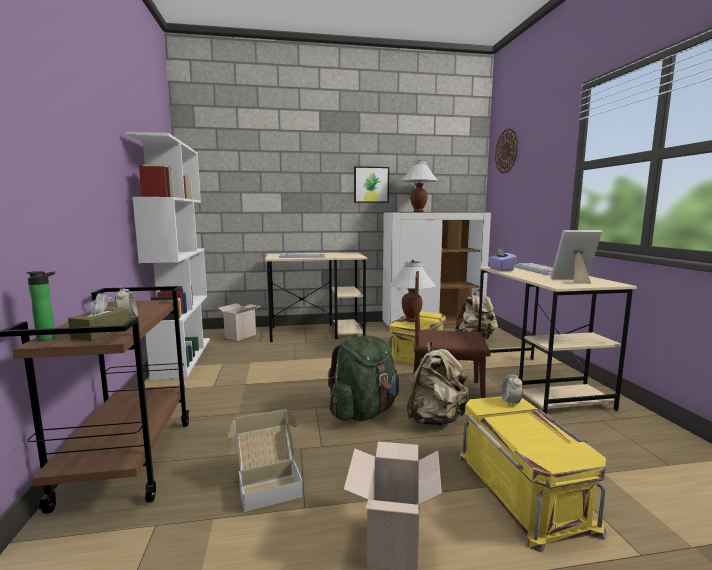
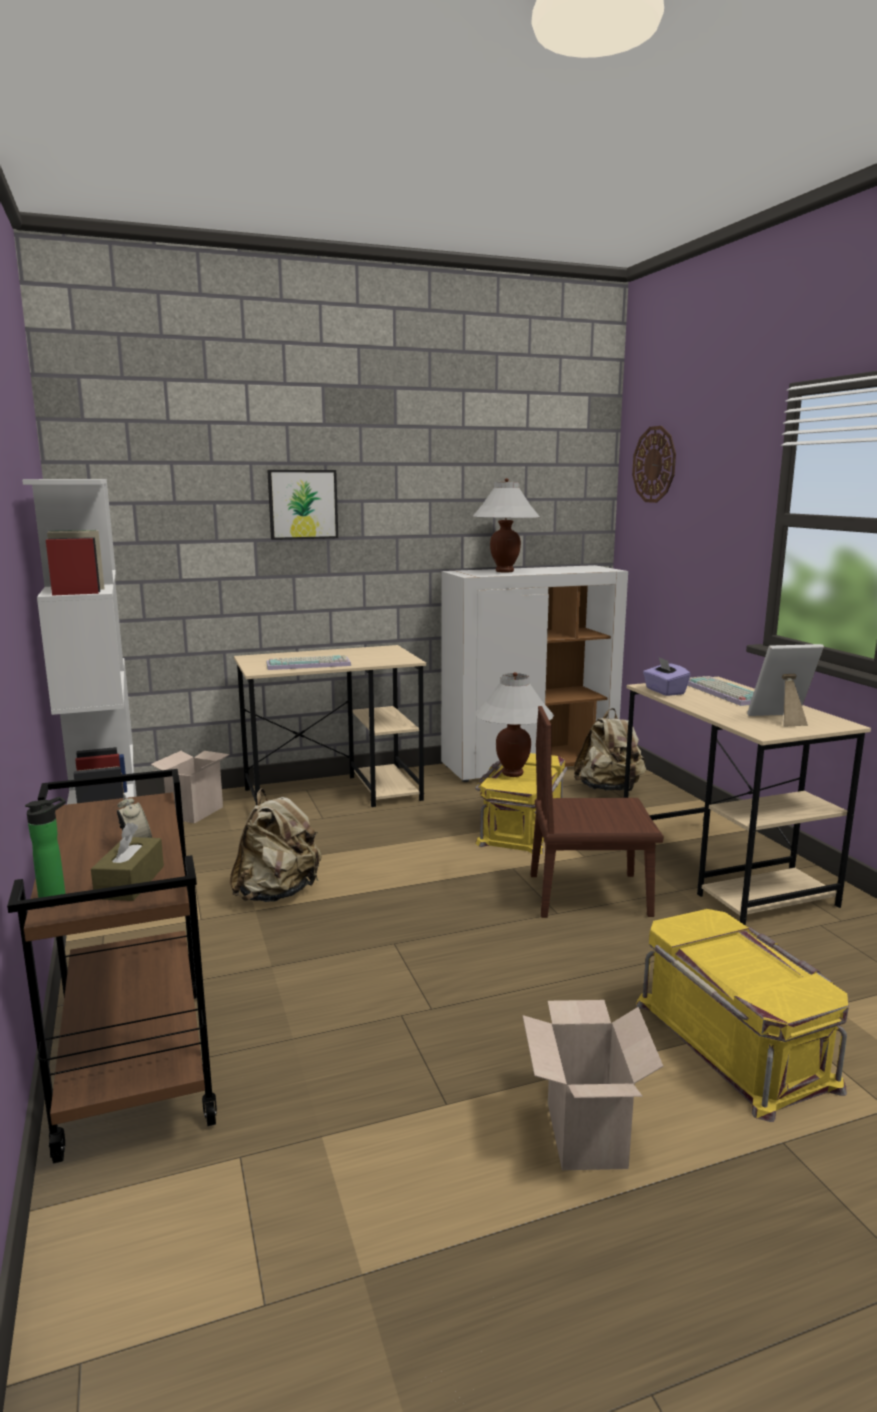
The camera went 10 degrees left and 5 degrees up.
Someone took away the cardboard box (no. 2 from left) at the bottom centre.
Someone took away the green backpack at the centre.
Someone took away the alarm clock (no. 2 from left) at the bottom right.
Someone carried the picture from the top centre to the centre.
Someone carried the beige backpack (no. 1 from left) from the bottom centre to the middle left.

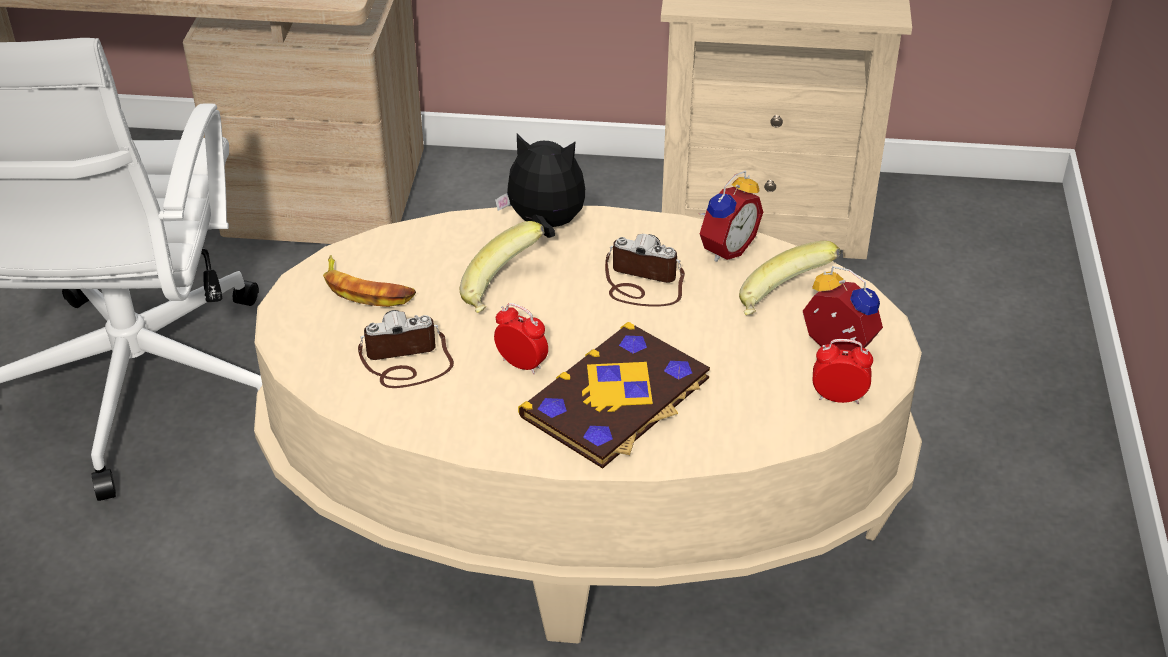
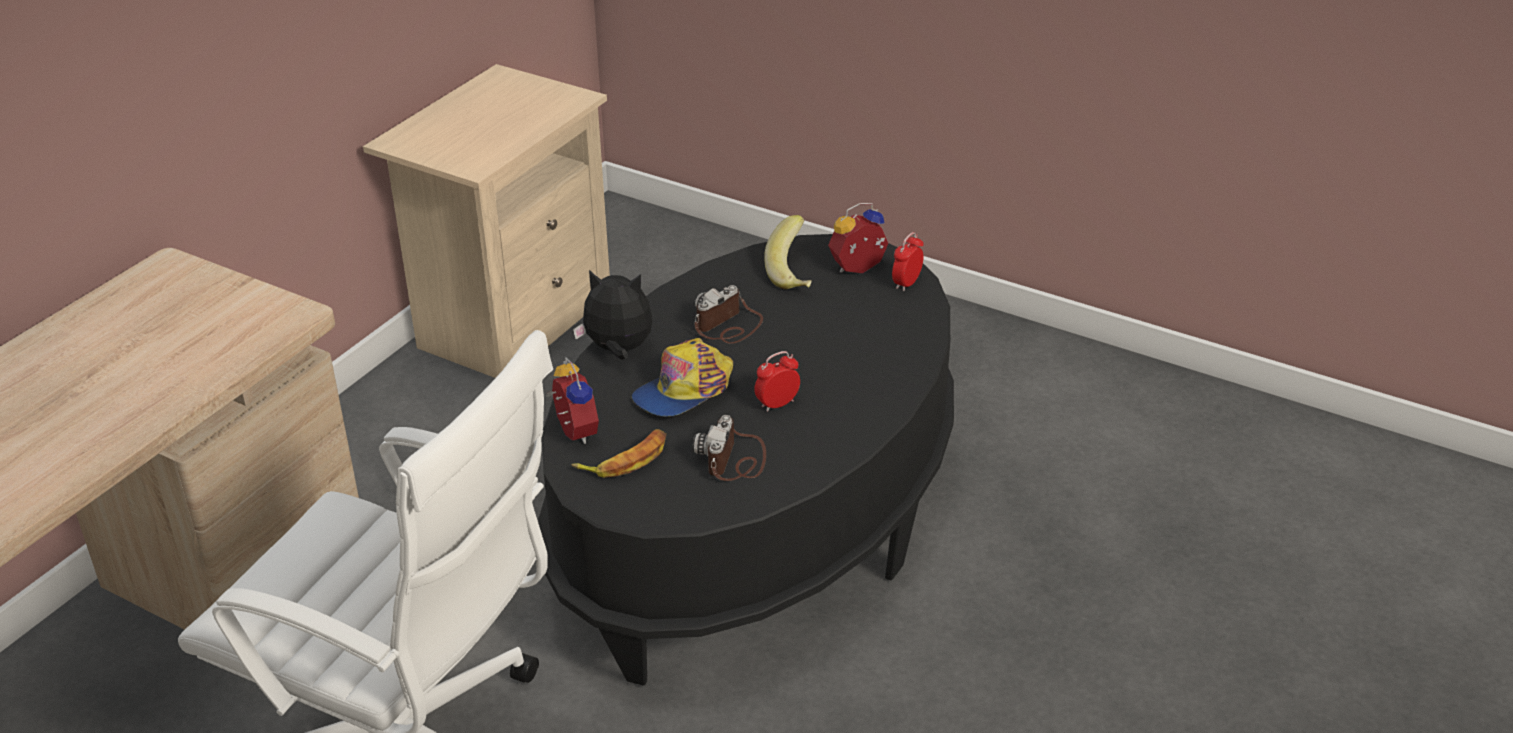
The camera went 65 degrees left and 5 degrees down.
Someone took away the book at the centre.
Someone carried the alarm clock (no. 2 from left in the first image) from the top centre to the centre.
Someone swapped the banana (no. 2 from left) at the centre for the cap at the centre.
Someone repainted the beige coffee table at the centre, which became the black coffee table at the centre.
Someone rotated the plush toy at the top centre by 60 degrees clockwise.

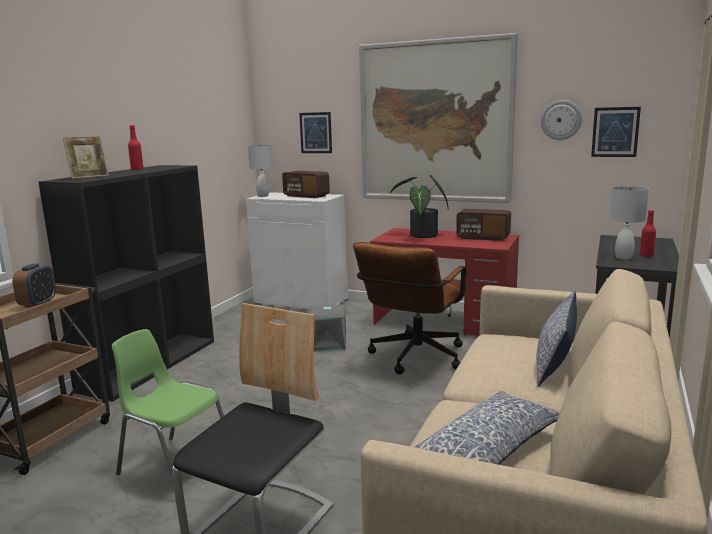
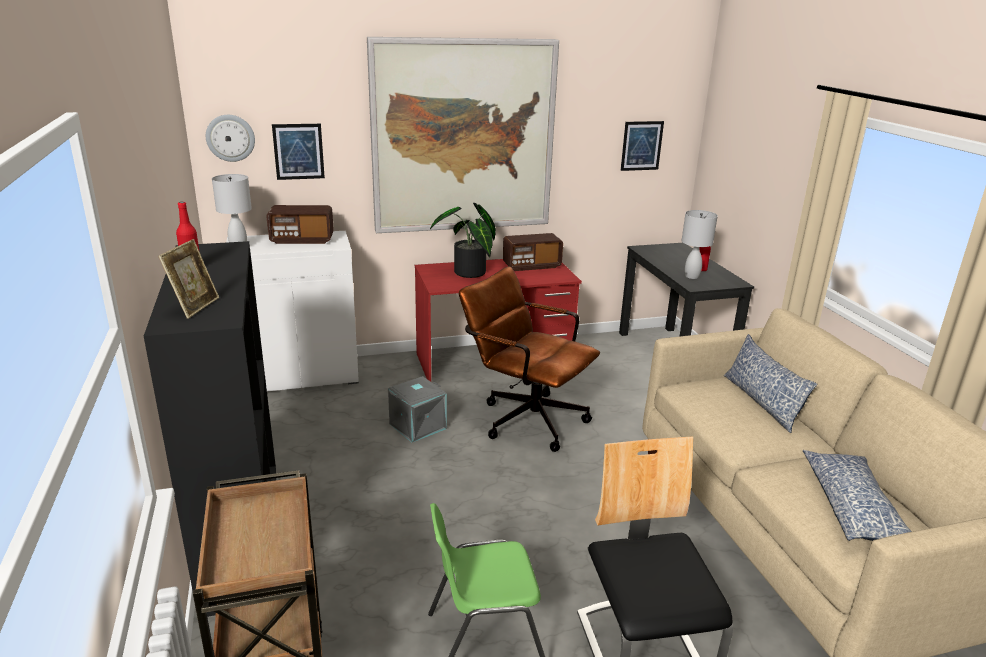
The camera went 40 degrees left and 10 degrees up.
Someone took away the alarm clock at the middle left.
Someone carried the wall clock from the top right to the top left.
Someone rotated the brown office chair at the centre by 135 degrees clockwise.

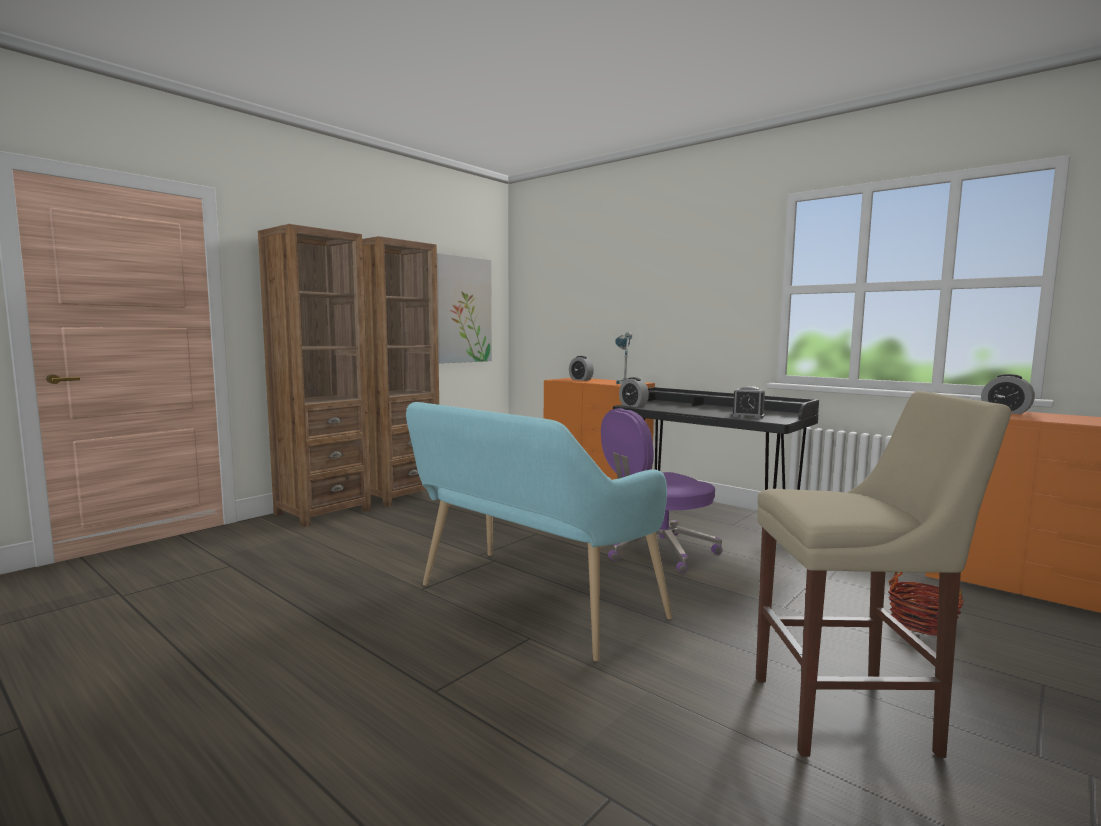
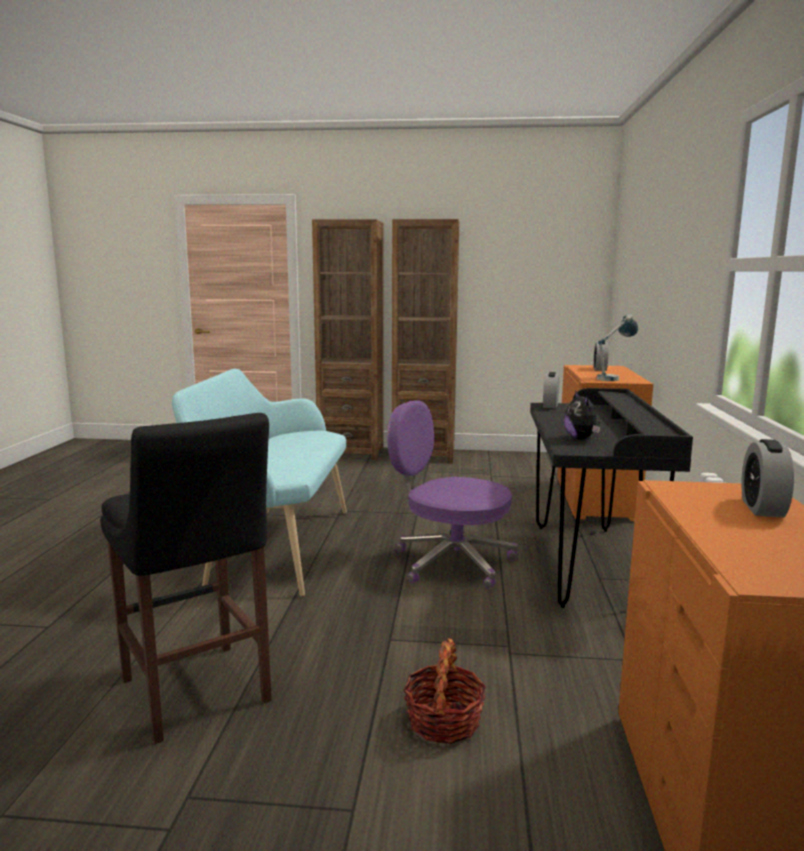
The camera went 55 degrees right and 5 degrees up.
Someone took away the picture at the centre.
Someone swapped the alarm clock (no. 3 from left) at the middle right for the plush toy at the middle right.
Someone repainted the beige stool at the bottom right, which became the black stool at the bottom left.

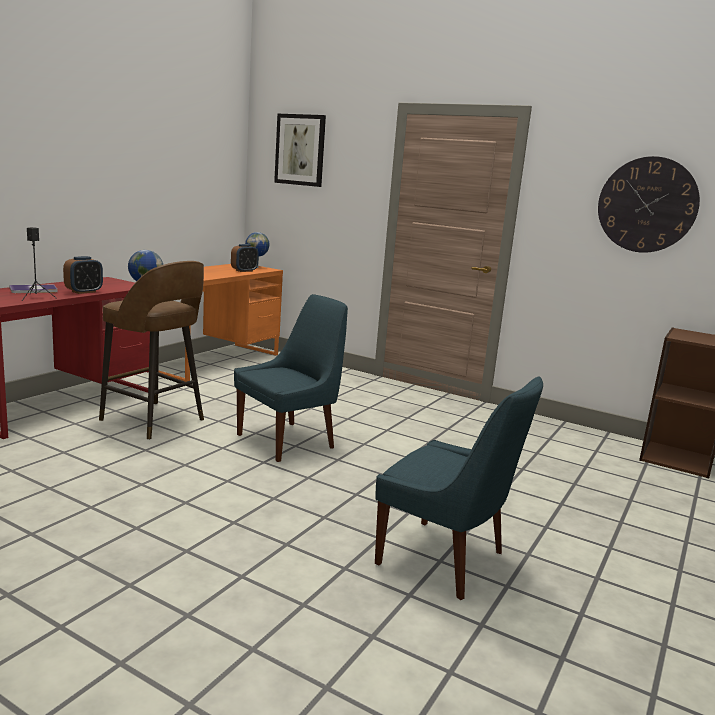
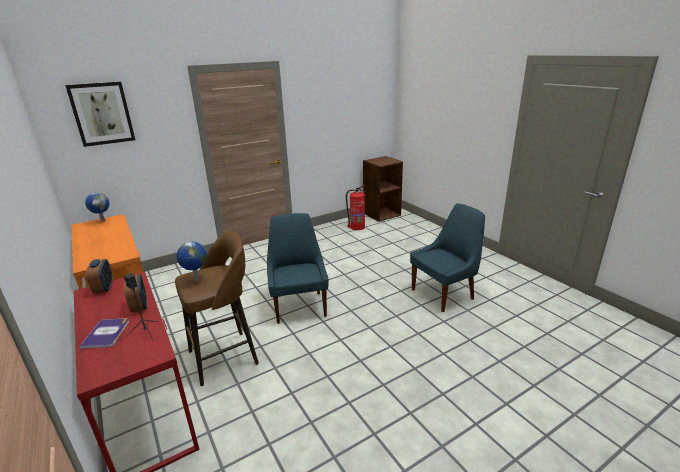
The camera went 60 degrees left and 10 degrees up.
Someone took away the wall clock at the top right.
Someone put down the fire extinguisher at the centre.
Someone carried the alarm clock (no. 2 from left in the first image) from the centre to the middle left.

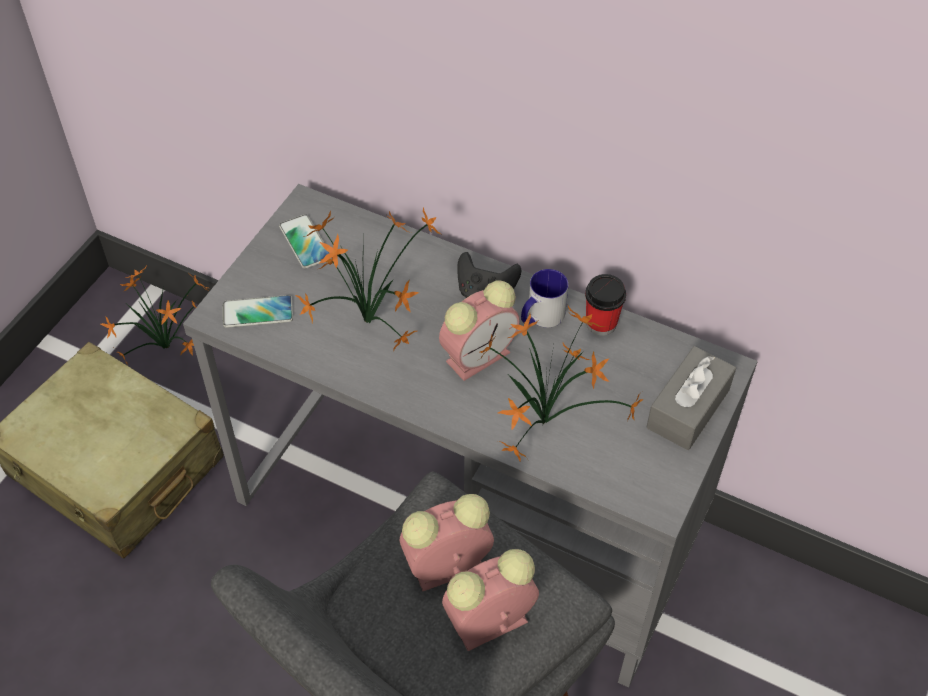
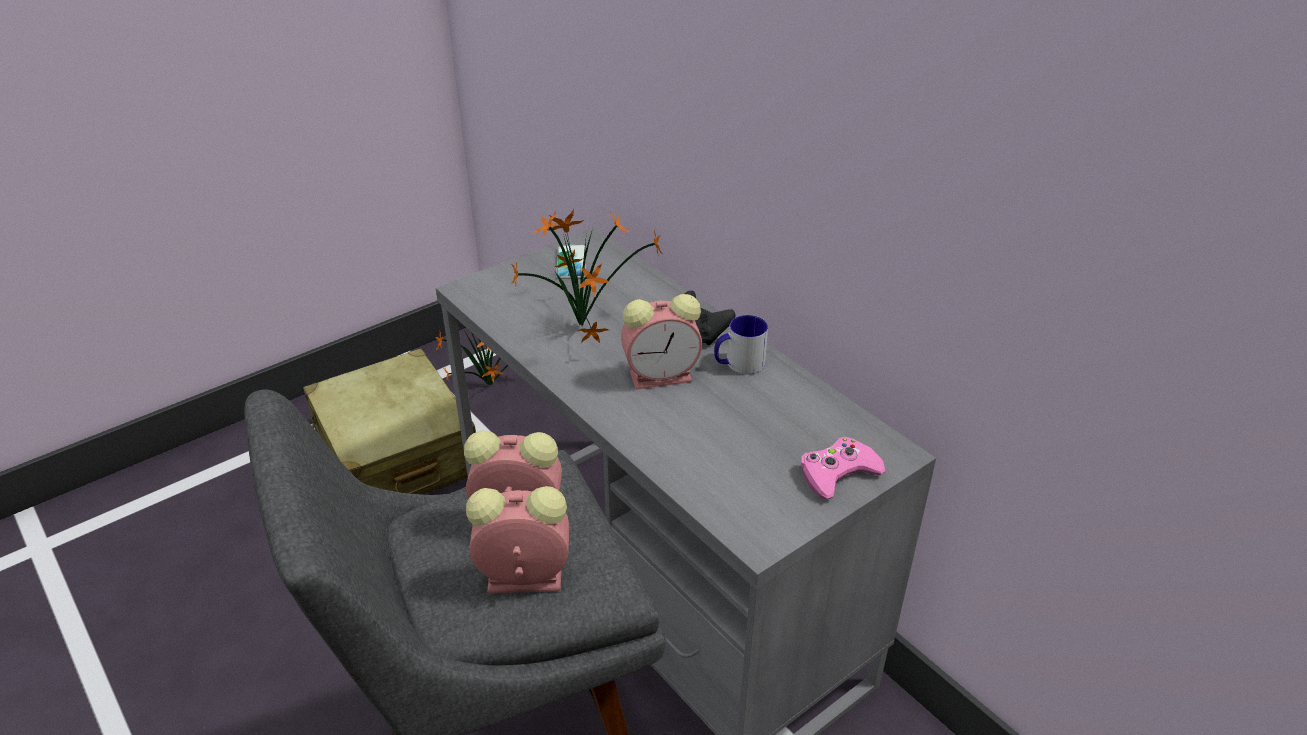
The camera went 25 degrees right and 15 degrees down.
Someone took away the phone (no. 1 from left) at the middle left.
Someone took away the potted plant (no. 3 from left) at the centre.
Someone took away the cup at the centre.
Someone swapped the grey tissue box at the middle right for the pink game controller at the centre.

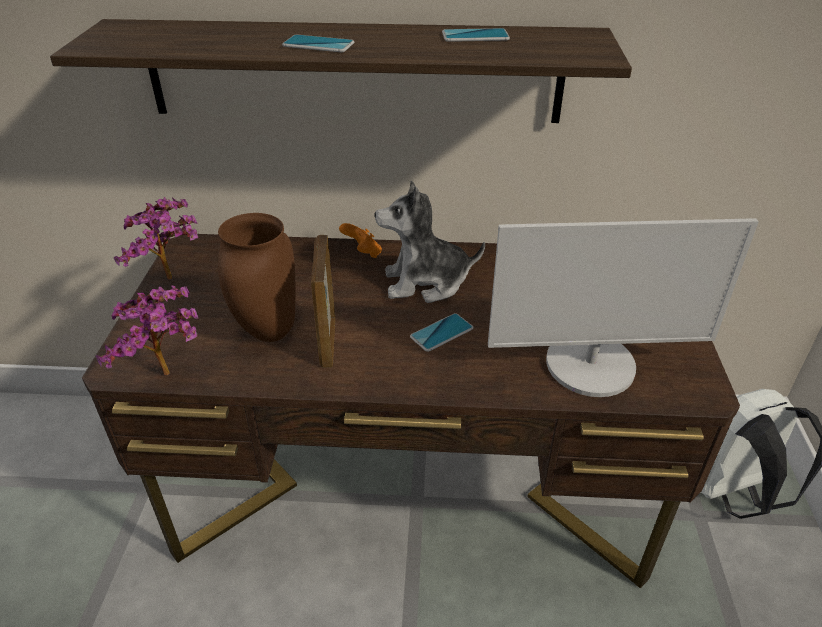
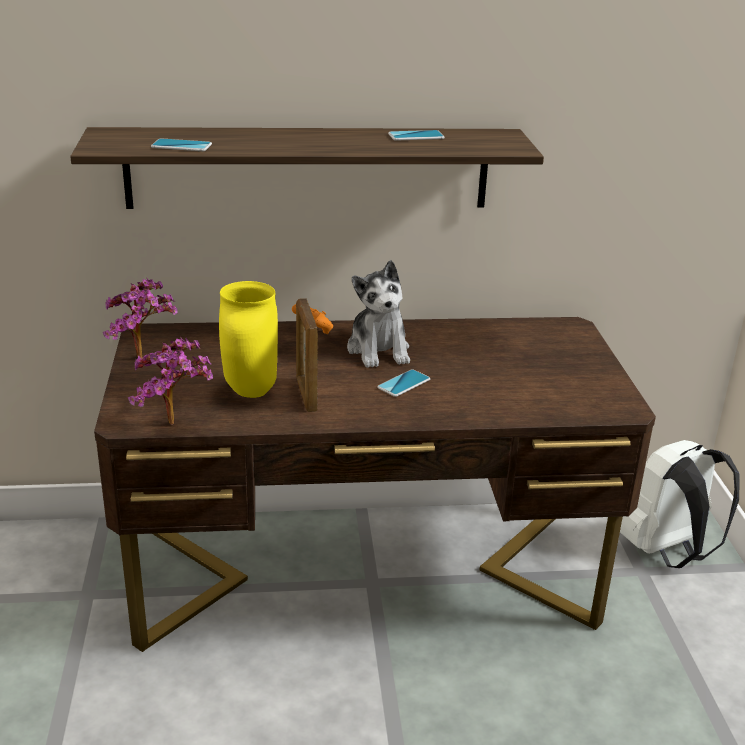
The camera went 10 degrees left and 10 degrees down.
Someone took away the monitor at the middle right.
Someone carried the phone (no. 1 from left) from the top centre to the top left.
Someone repainted the brown vase at the middle left, which became the yellow vase at the middle left.
Someone rotated the plush toy at the centre by 90 degrees counterclockwise.

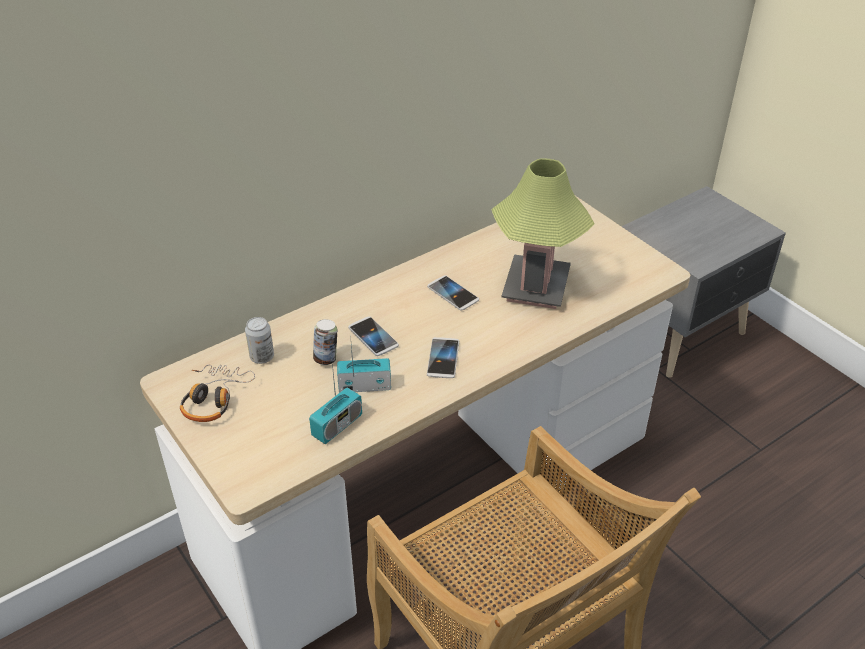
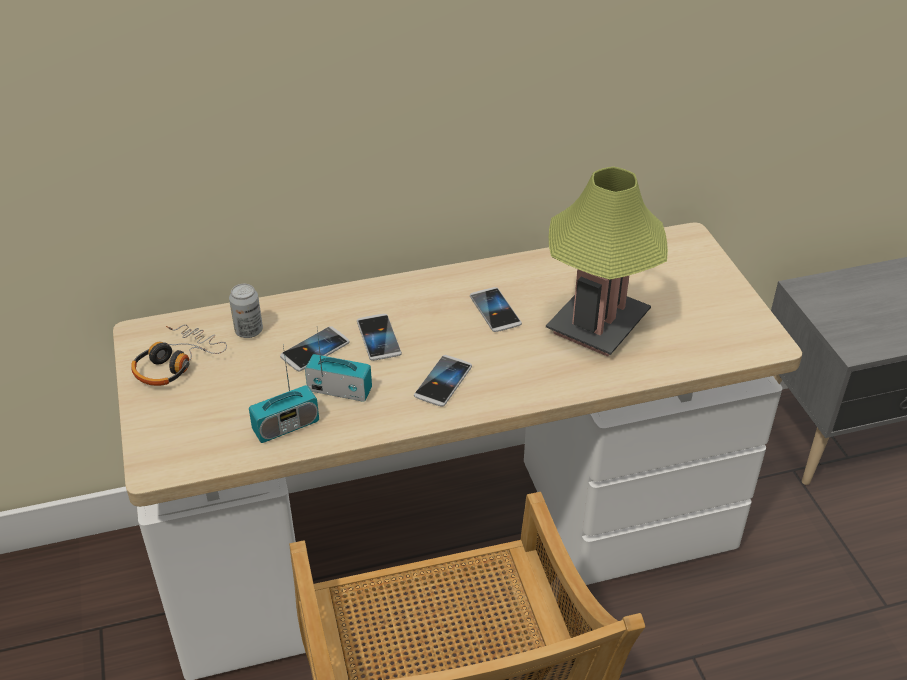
The camera went 20 degrees right and 0 degrees up.
Someone swapped the can (no. 2 from left) at the centre for the phone (no. 1 from left) at the centre.

